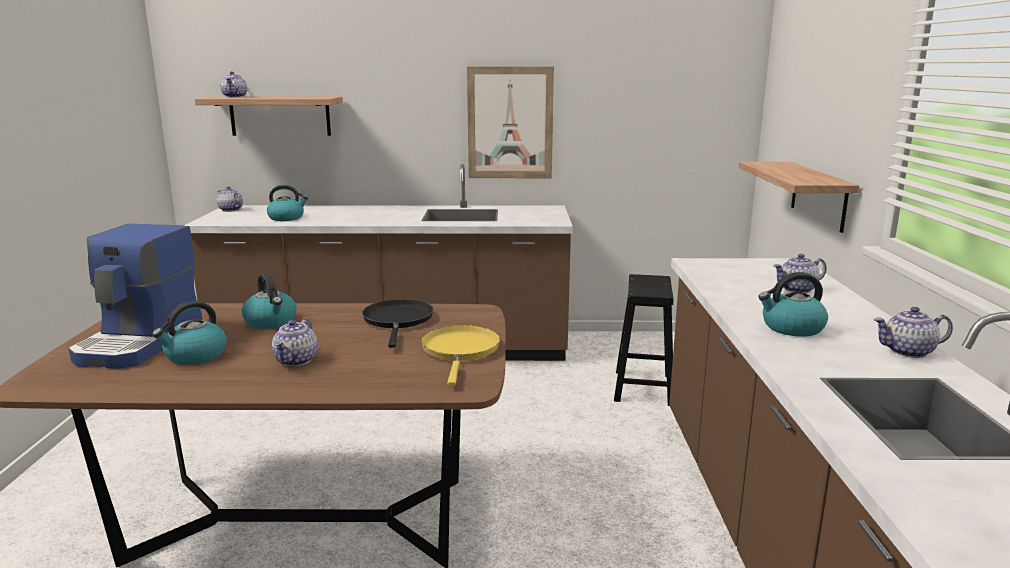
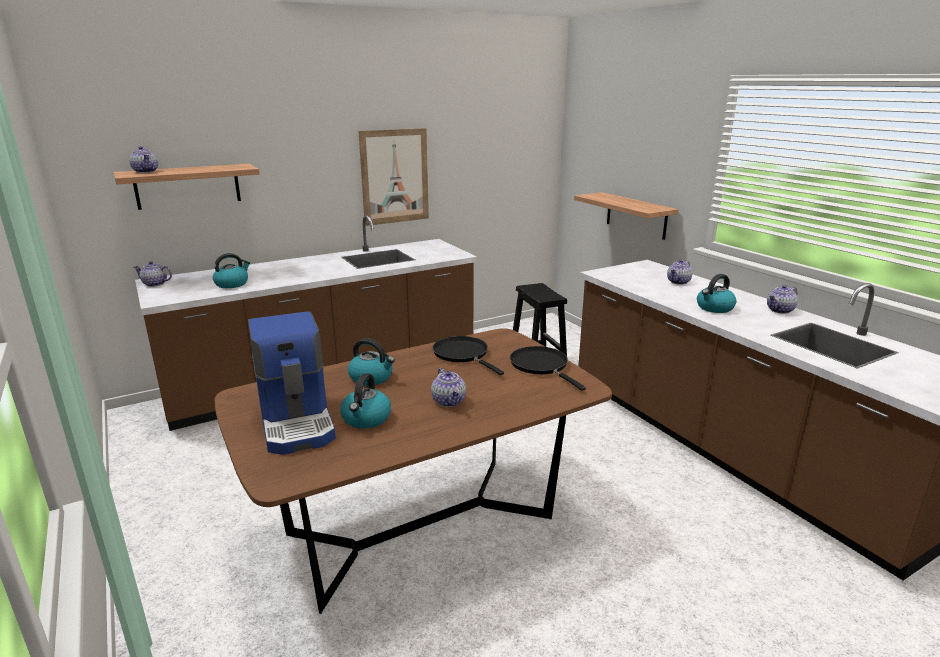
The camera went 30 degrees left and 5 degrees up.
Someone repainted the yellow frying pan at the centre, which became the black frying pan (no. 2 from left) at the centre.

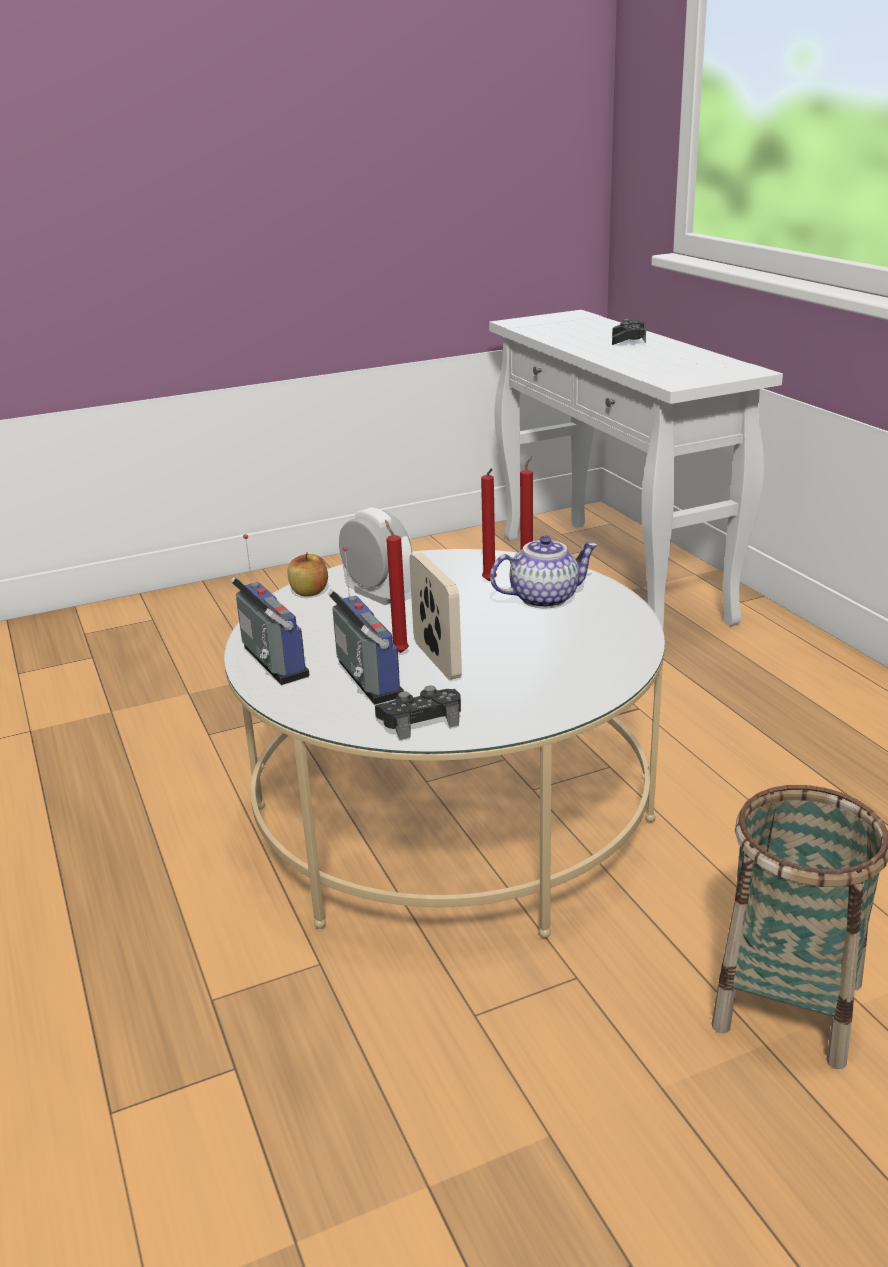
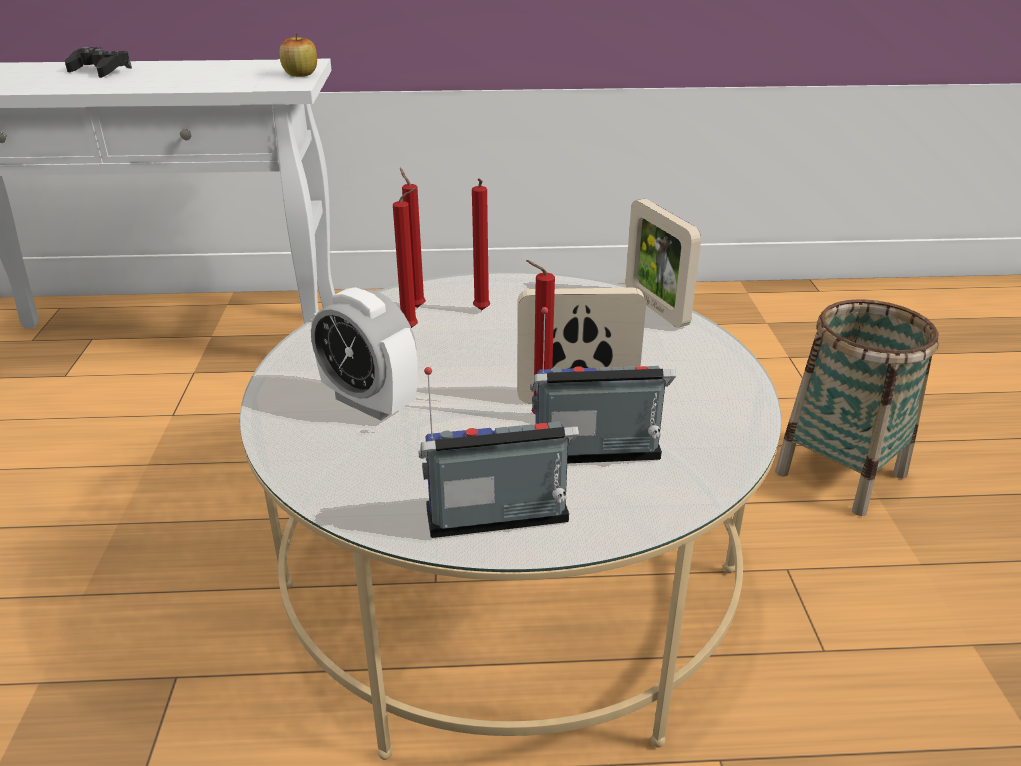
The camera went 70 degrees left and 5 degrees up.
Someone took away the black game controller (no. 1 from left) at the centre.
Someone put down the picture frame (no. 2 from left) at the centre.
Someone carried the apple from the centre to the top left.
Someone swapped the teapot at the centre for the red candle (no. 3 from left) at the top centre.
Someone rotated the alarm clock at the centre by 120 degrees counterclockwise.

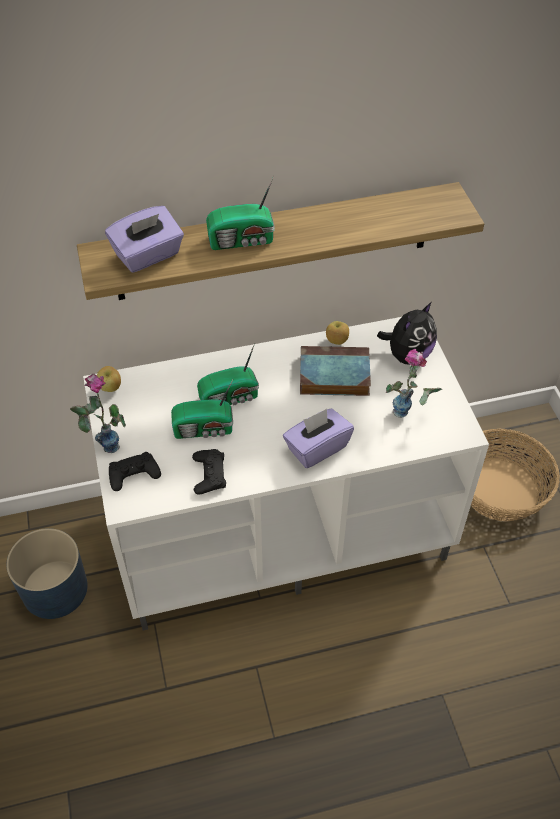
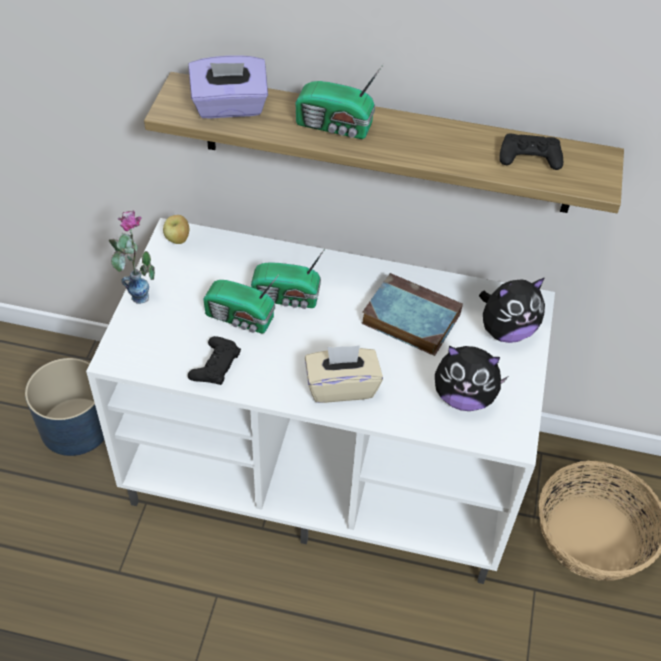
The camera went 25 degrees right and 0 degrees up.
Someone took away the apple (no. 2 from left) at the centre.
Someone carried the black game controller (no. 1 from left in the first image) from the middle left to the top right.
Someone swapped the vase (no. 2 from left) at the middle right for the plush toy (no. 1 from left) at the middle right.
Someone repainted the purple tissue box (no. 2 from left) at the centre, which became the beige tissue box at the centre.

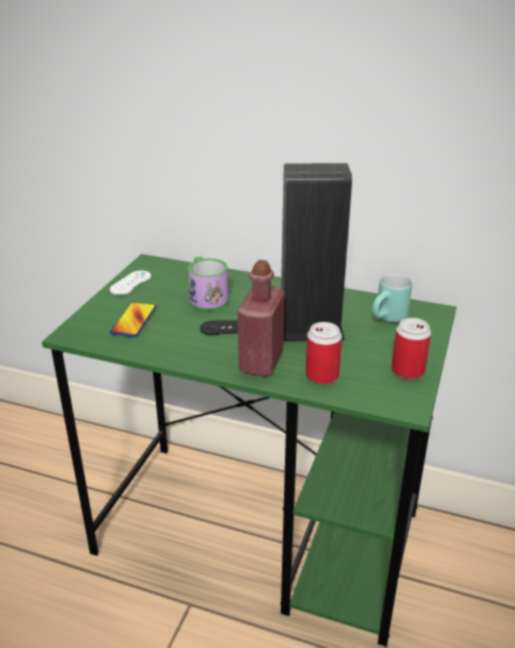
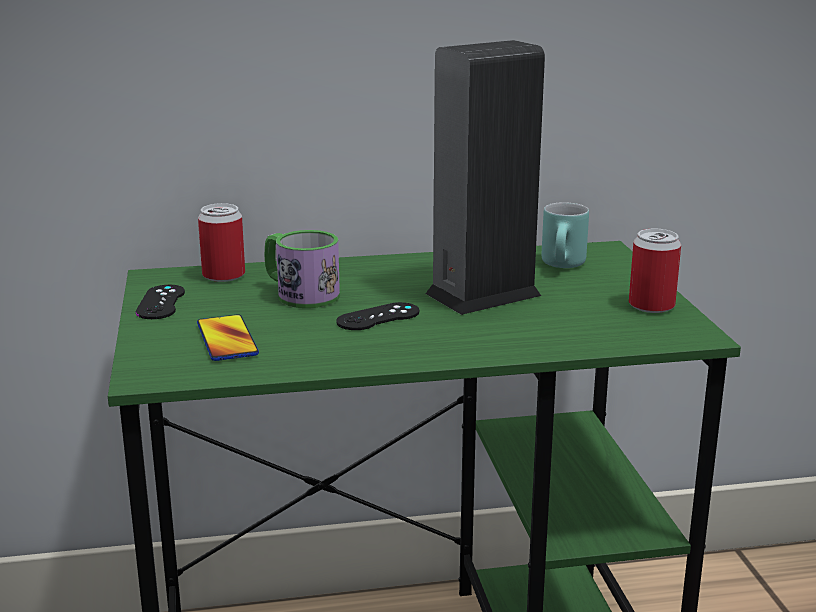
The camera went 30 degrees left and 10 degrees down.
Someone took away the red bottle at the centre.
Someone carried the can (no. 1 from left) from the centre to the middle left.
Someone repainted the white game controller at the middle left, which became the black game controller (no. 1 from left) at the middle left.

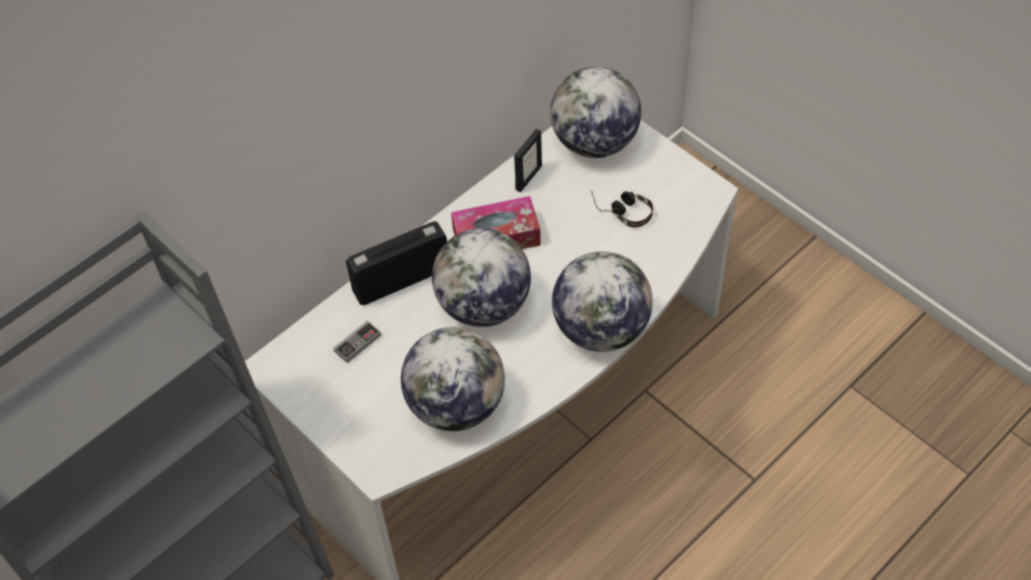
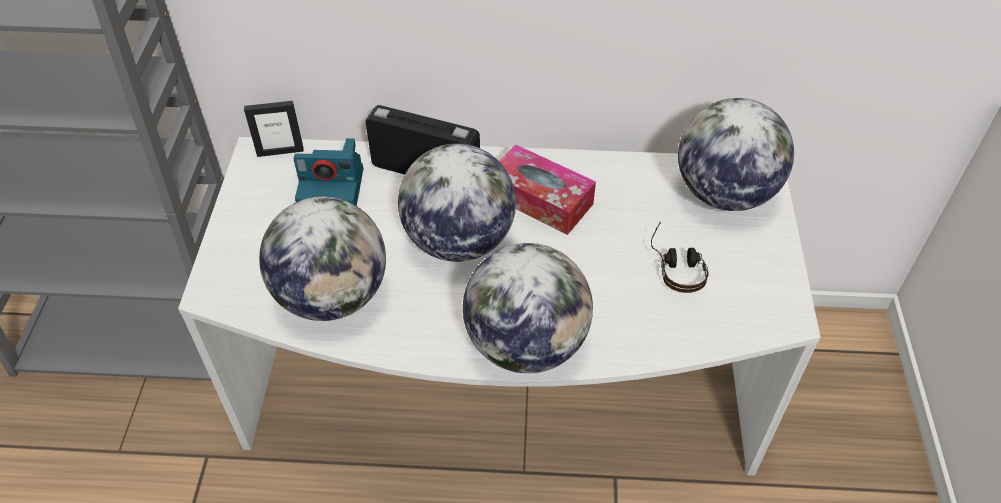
The camera went 45 degrees right and 5 degrees down.
Someone carried the picture frame from the top centre to the top left.
Someone swapped the game controller at the centre for the photo camera at the middle left.

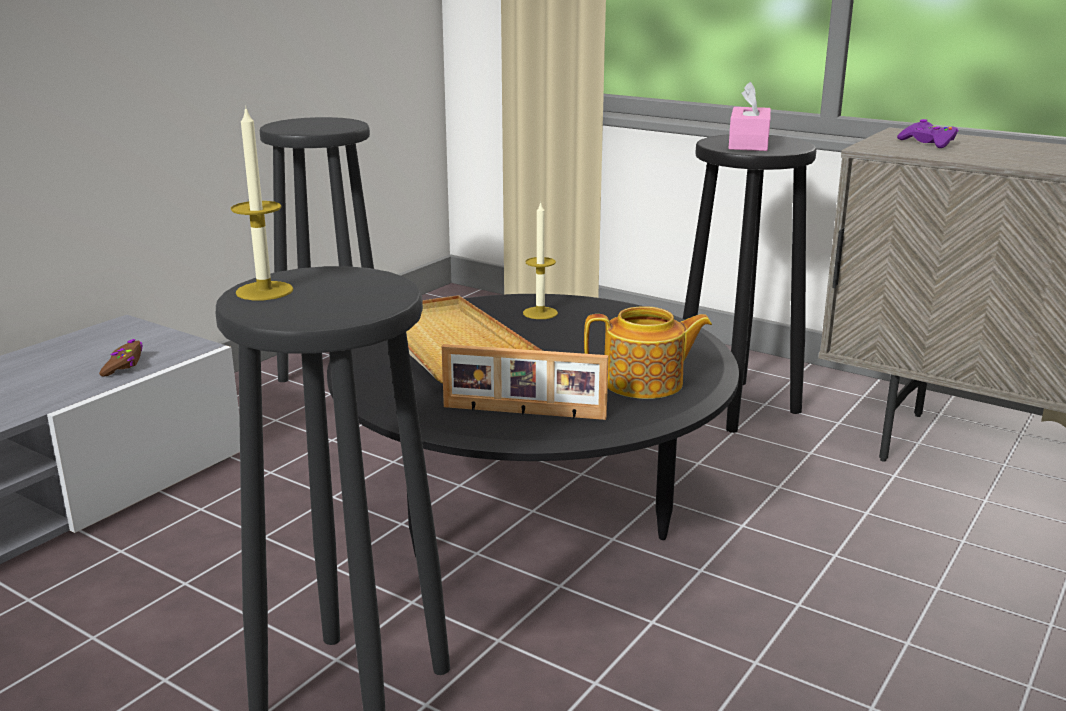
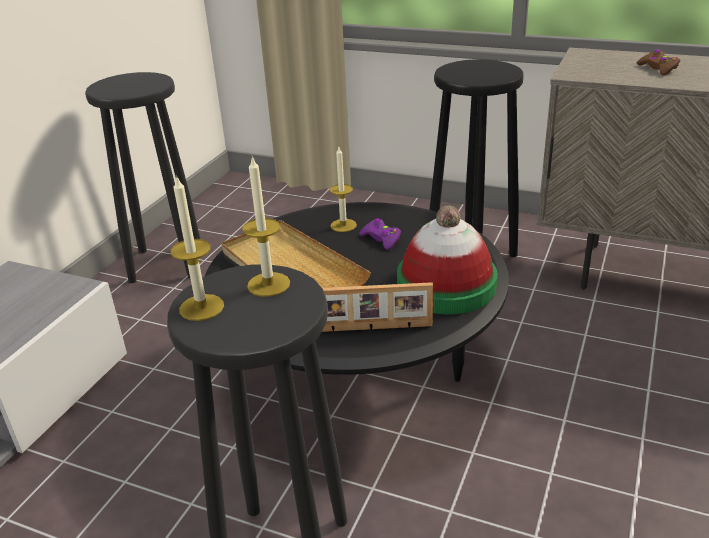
The camera went 10 degrees left and 10 degrees up.
Someone took away the pink tissue box at the top right.
Someone put down the candle (no. 2 from left) at the centre.
Someone carried the brown game controller from the middle left to the top right.
Someone carried the purple game controller from the top right to the centre.
Someone swapped the teapot at the centre for the hat at the centre.

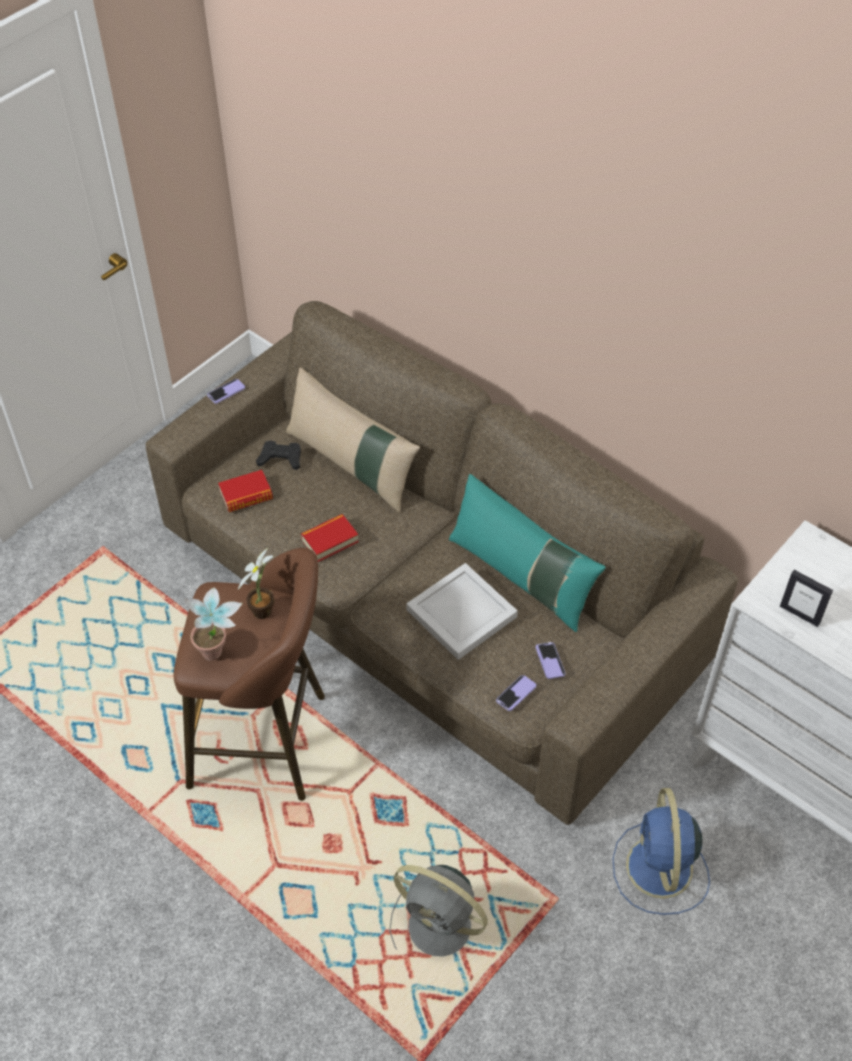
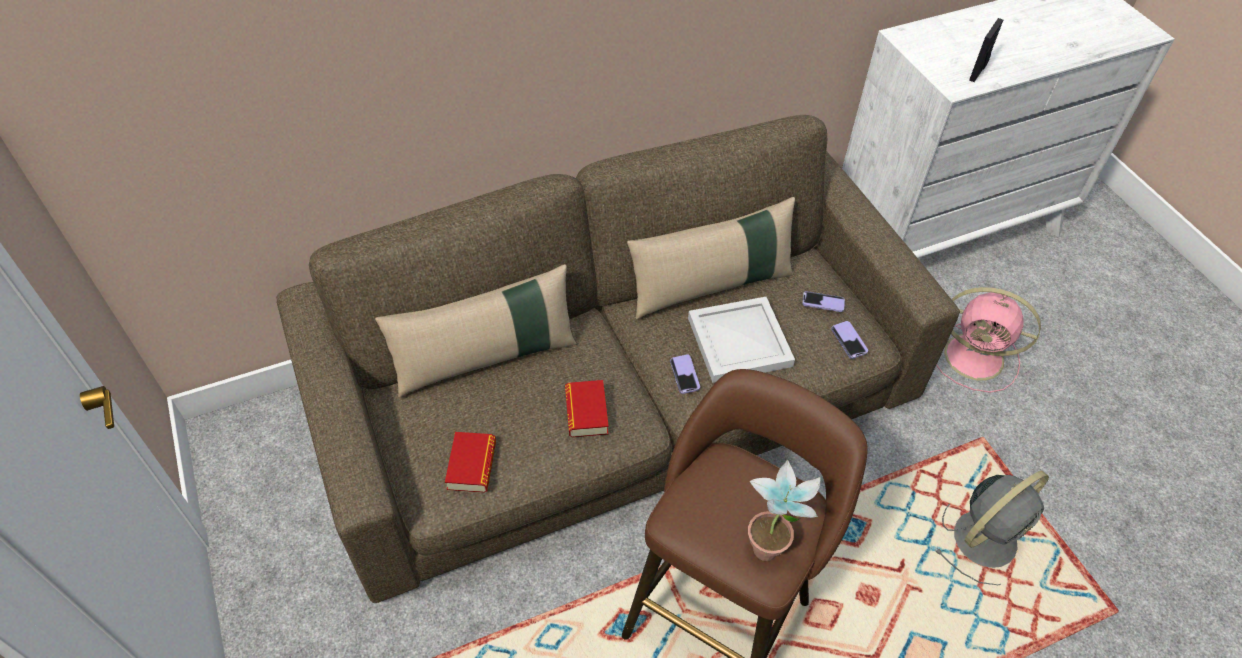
The camera went 65 degrees left and 0 degrees up.
Someone took away the potted plant (no. 2 from left) at the middle left.
Someone took away the black game controller at the middle left.
Someone carried the phone (no. 1 from left) from the middle left to the centre.
Someone repainted the turquoise pillow at the centre, which became the beige pillow (no. 2 from left) at the centre.
Someone repainted the blue fan at the bottom right, which became the pink fan at the middle right.
Someone rotated the picture frame at the middle right by 150 degrees clockwise.

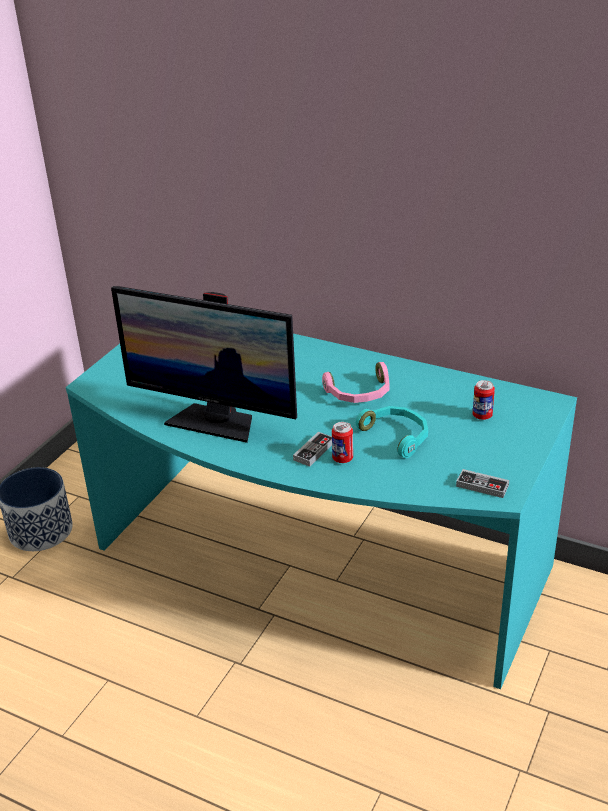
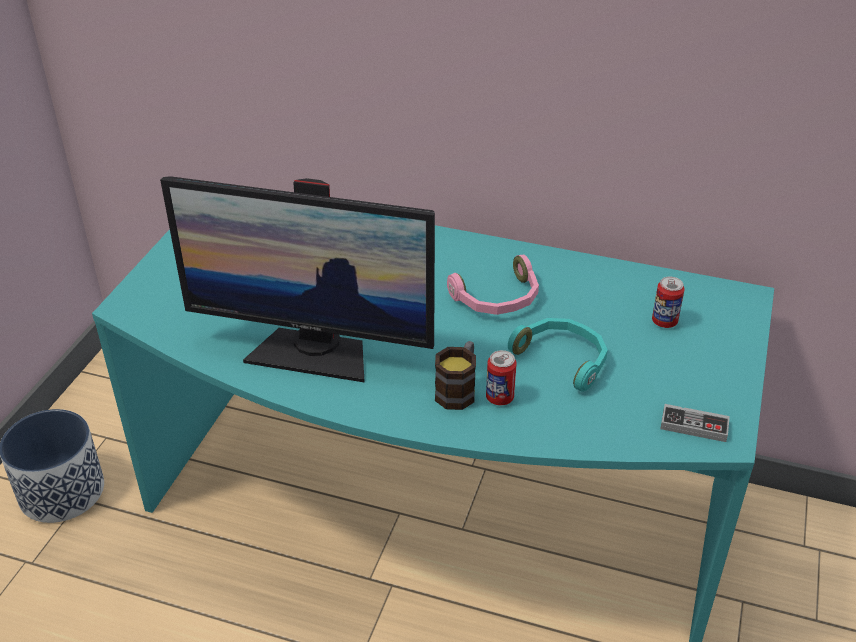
The camera went 10 degrees left and 5 degrees up.
Someone swapped the game controller (no. 1 from left) at the centre for the mug at the centre.

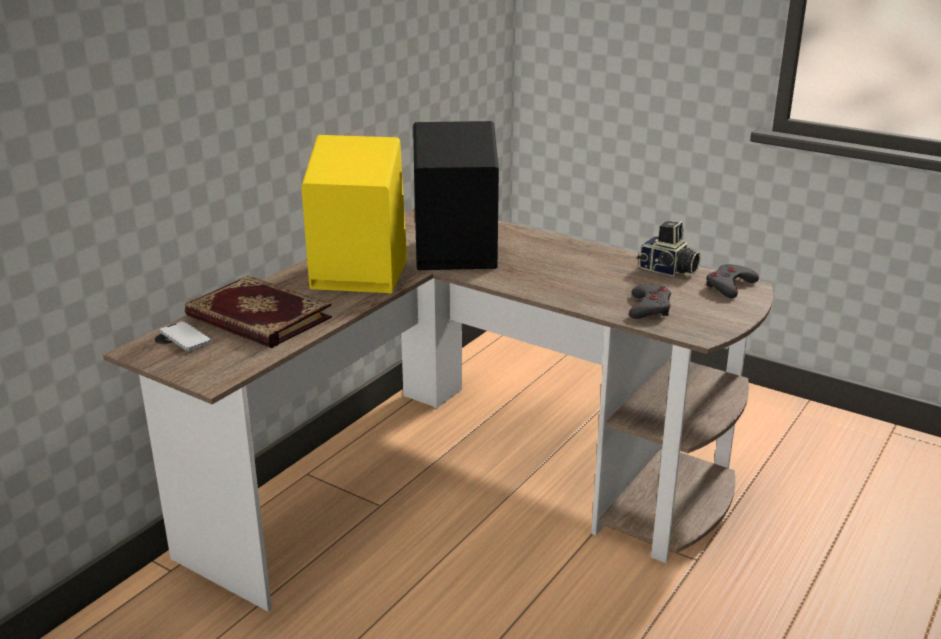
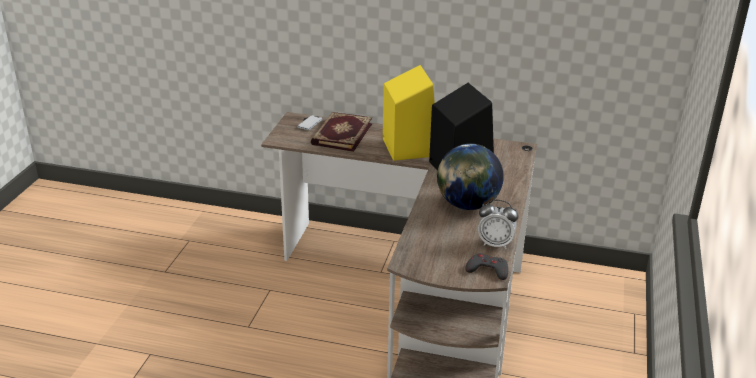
The camera went 70 degrees right and 5 degrees up.
Someone took away the grey game controller (no. 1 from left) at the middle right.
Someone put down the globe at the centre.
Someone swapped the photo camera at the middle right for the alarm clock at the centre.

